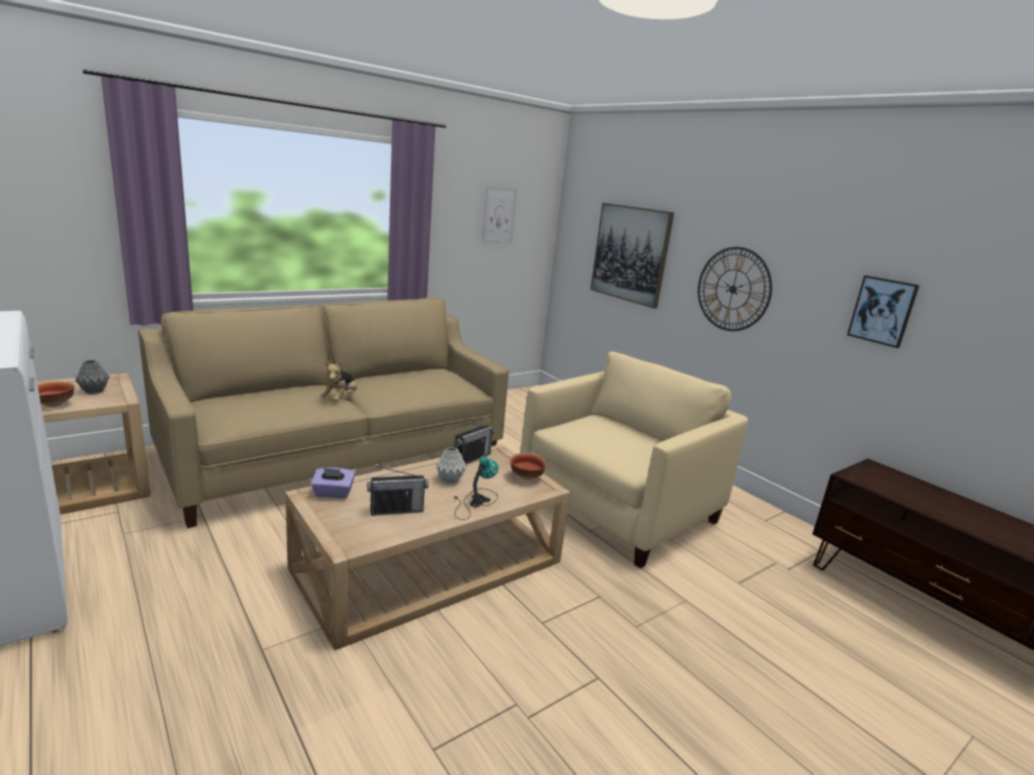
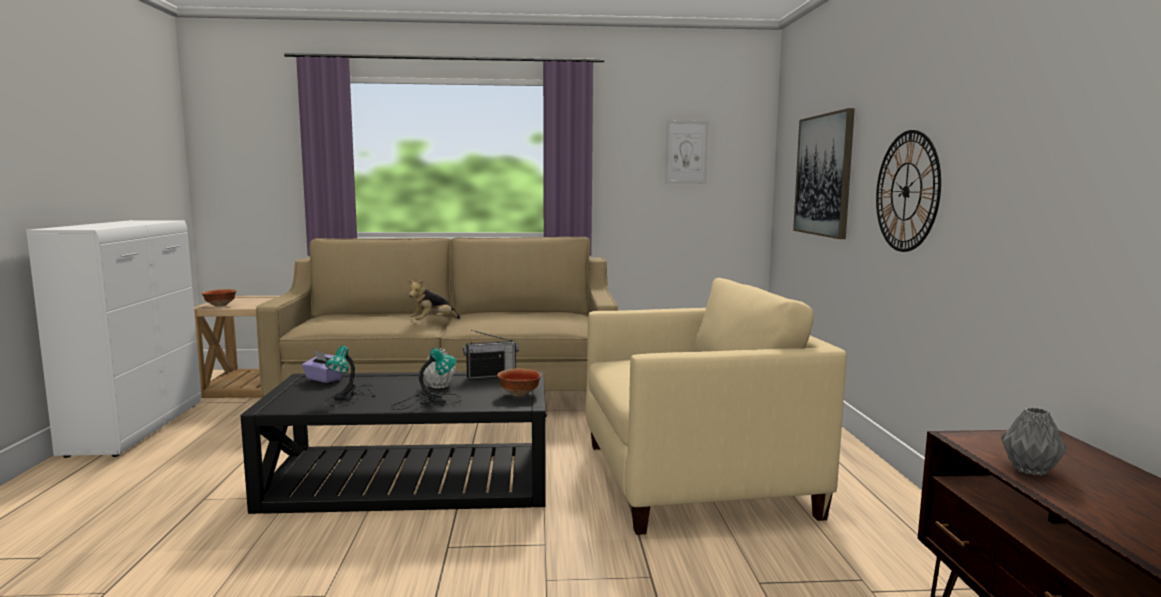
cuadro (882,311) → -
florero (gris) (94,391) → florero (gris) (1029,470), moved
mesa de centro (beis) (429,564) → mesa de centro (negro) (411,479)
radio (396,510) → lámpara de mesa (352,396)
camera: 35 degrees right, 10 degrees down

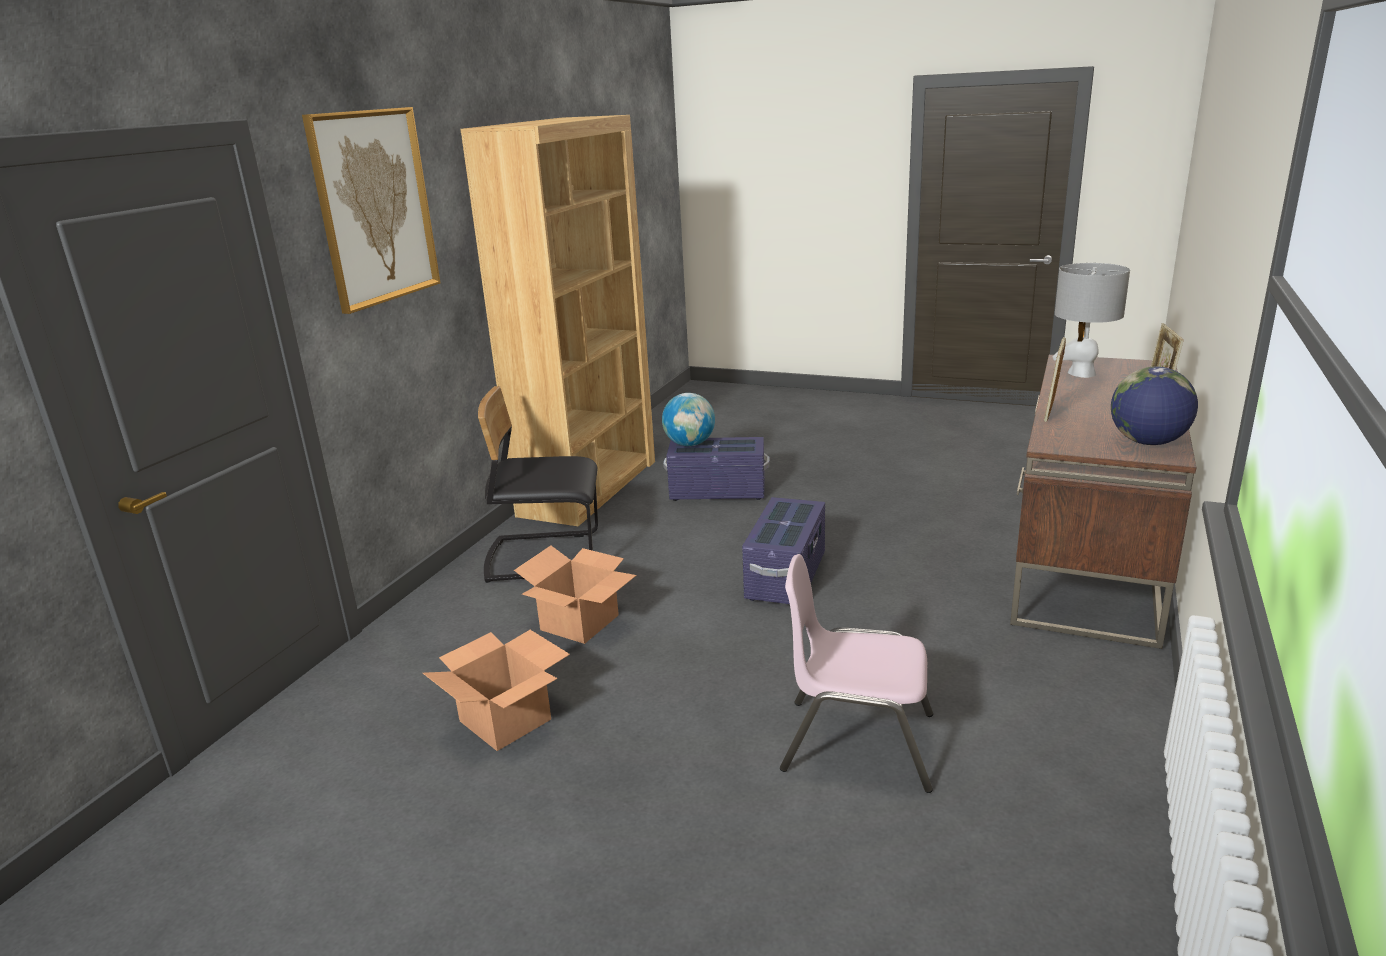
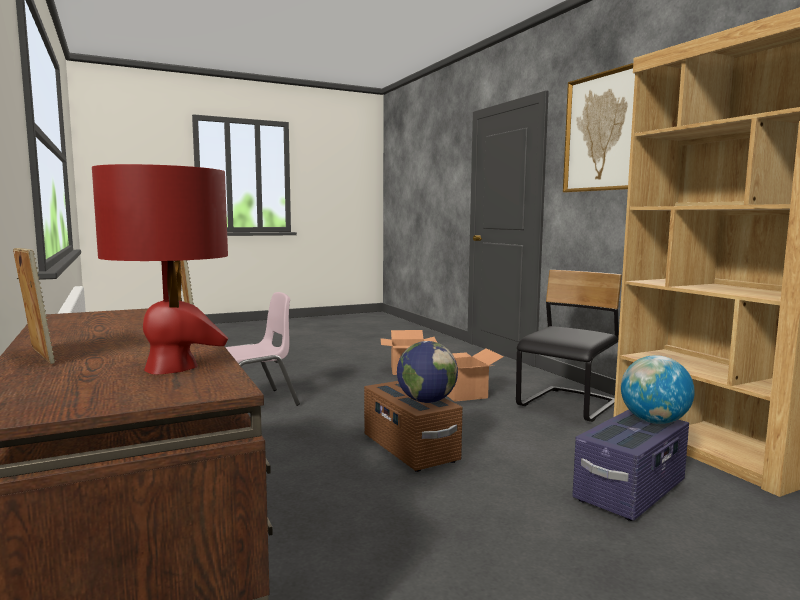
lámpara de mesa (gris) (1081,373) → lámpara de mesa (rojo) (171,368)
globo terráqueo (1148,442) → globo terráqueo (426,401), moved
caja de almacenaje (morado) (786,576) → caja de almacenaje (marrón) (410,449)
camera: 130 degrees right, 15 degrees down

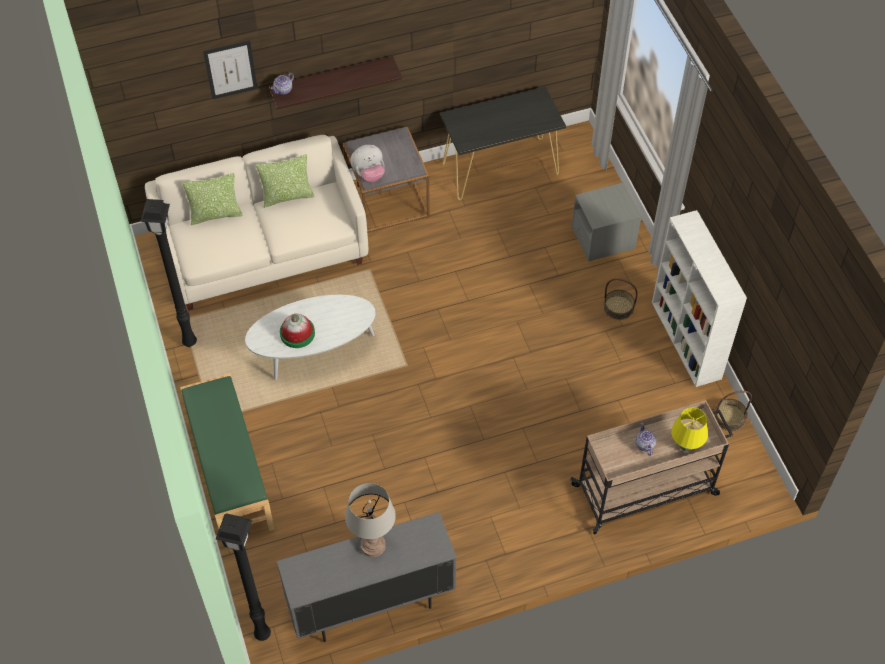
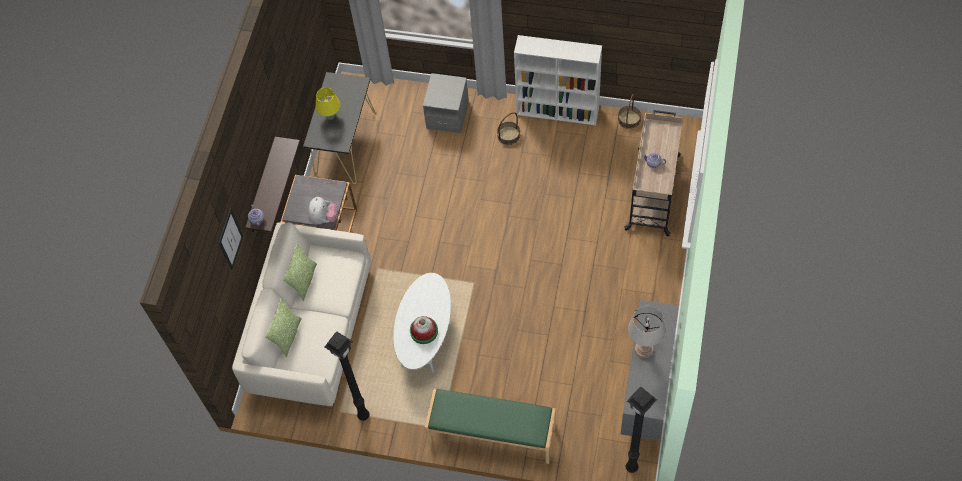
lámpara de mesa (amarillo) (685,446) → lámpara de mesa (amarillo) (330,116), moved
camera: 55 degrees left, 5 degrees up

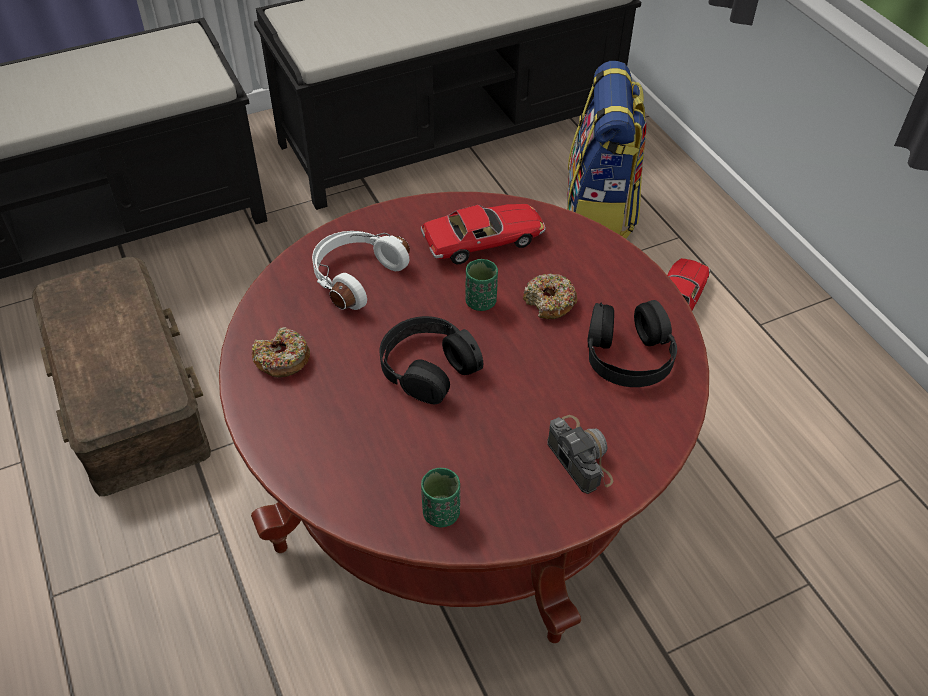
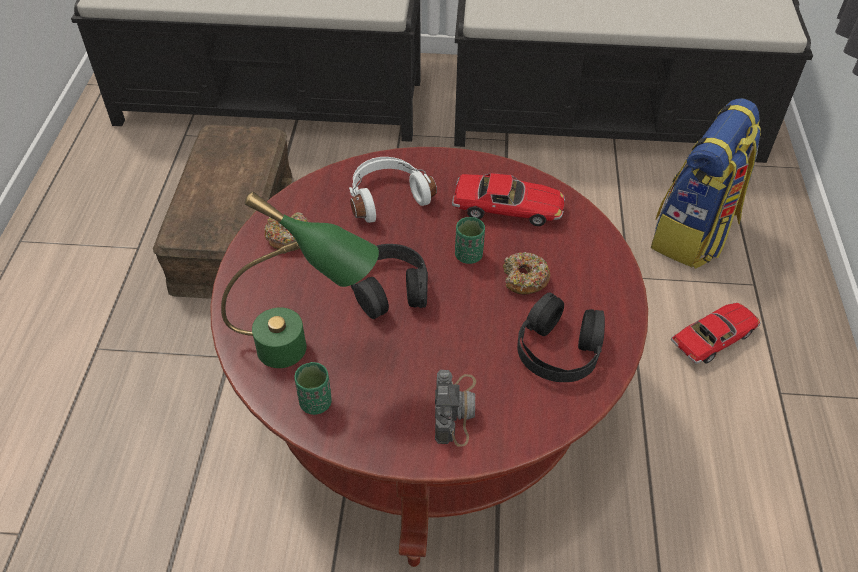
- → lámpara de mesa (verde) (305,351)
camera: 30 degrees right, 0 degrees up

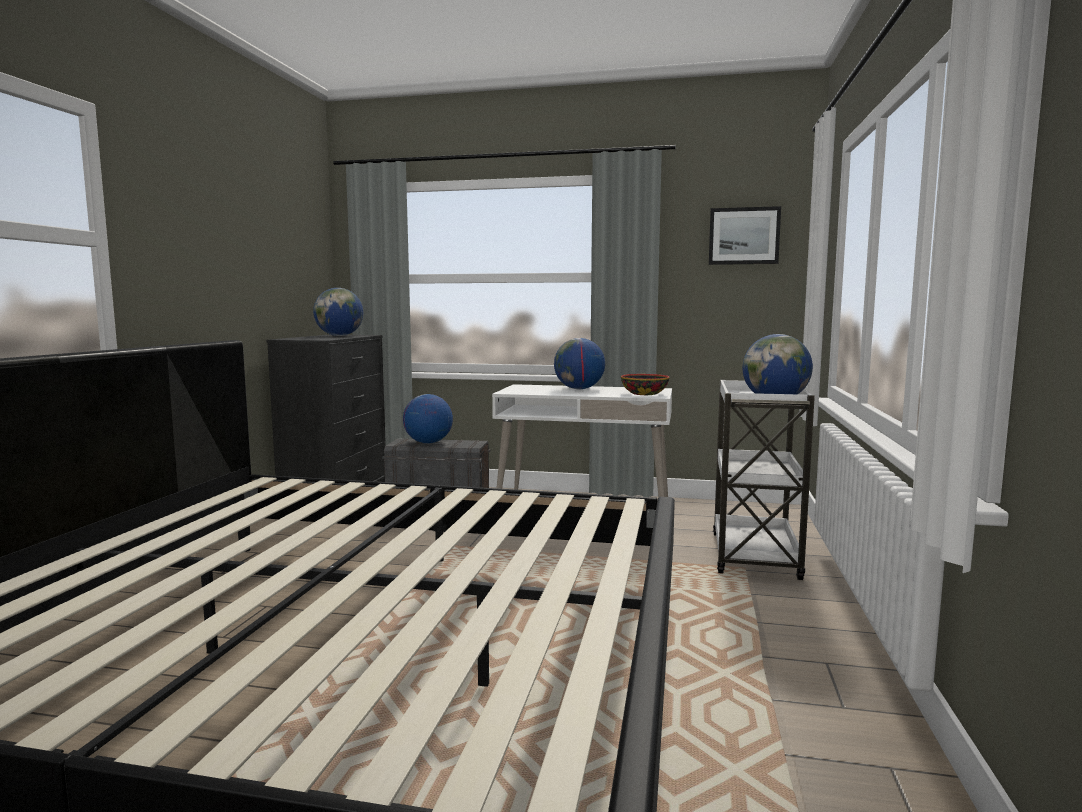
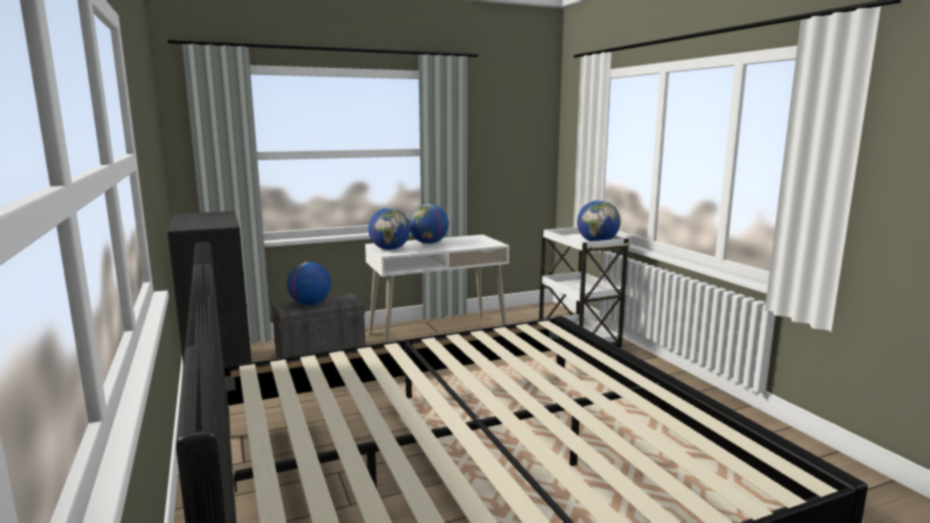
cuadro (744,236) → -
globo terráqueo (339,336) → globo terráqueo (390,249), moved
cuenco (644,394) → -
camera: 35 degrees left, 5 degrees up

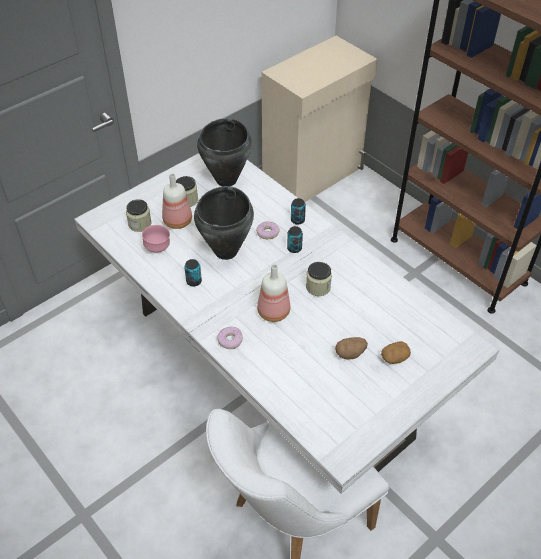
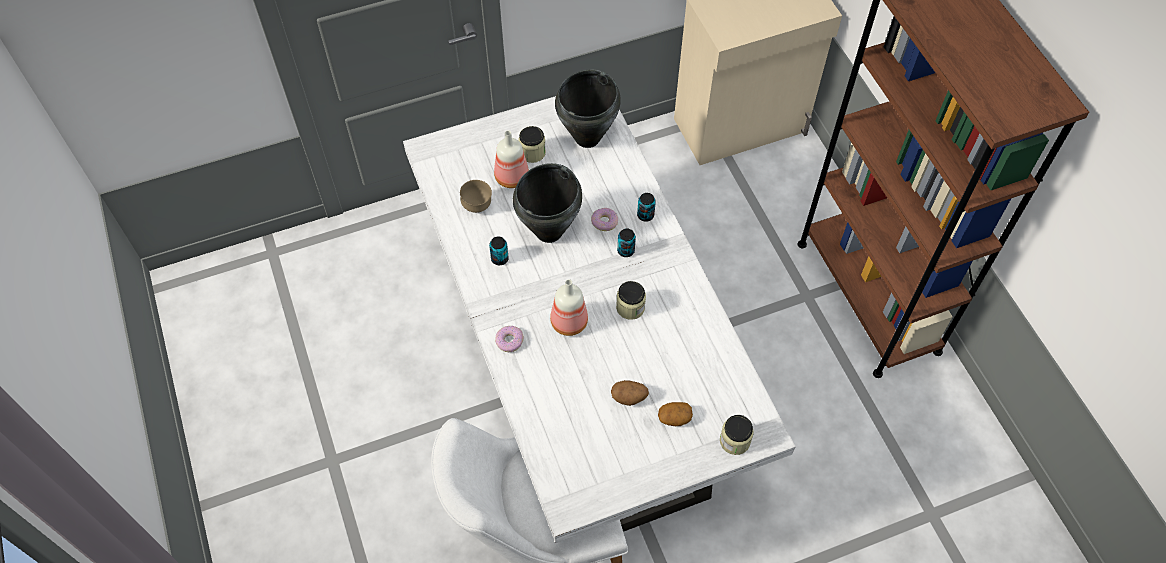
tarro (140,224) → tarro (734,441), moved
cuenco (rosa) (158,248) → cuenco (marrón) (477,206)
camera: 20 degrees right, 10 degrees up

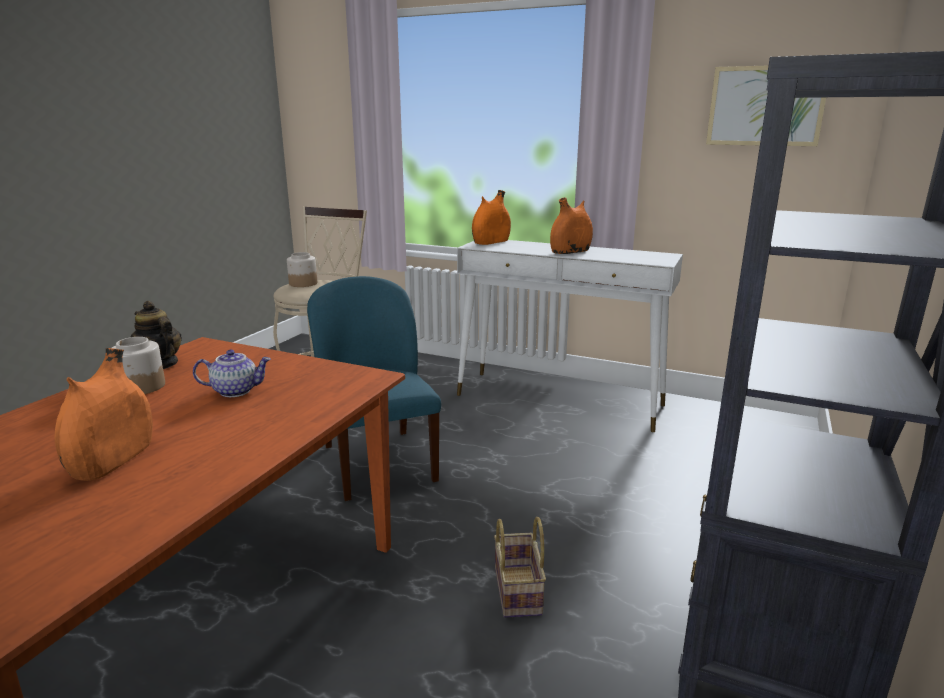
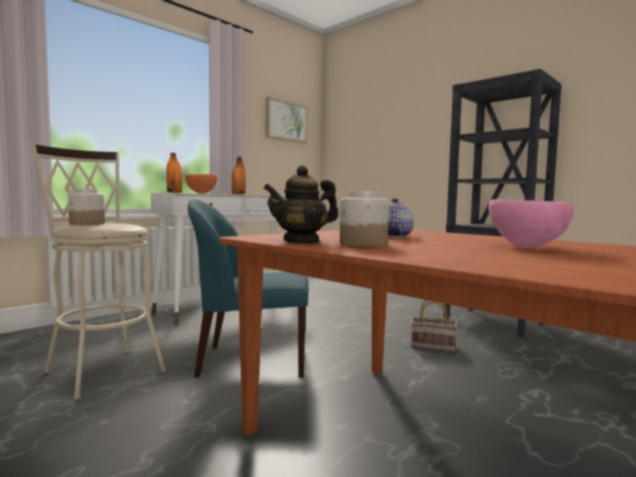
florero (naranja) (113,460) → cuenco (rosa) (526,247)
- → cuenco (naranja) (201,193)
camera: 70 degrees left, 15 degrees down

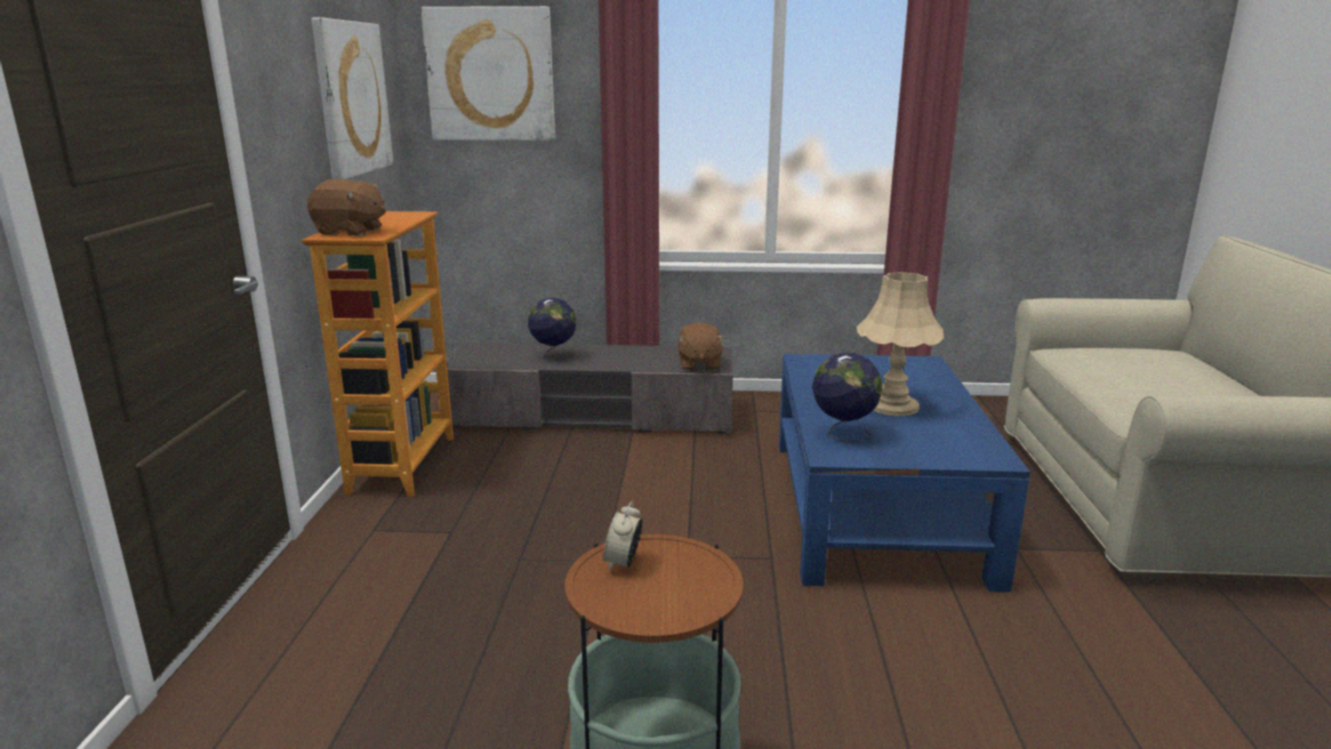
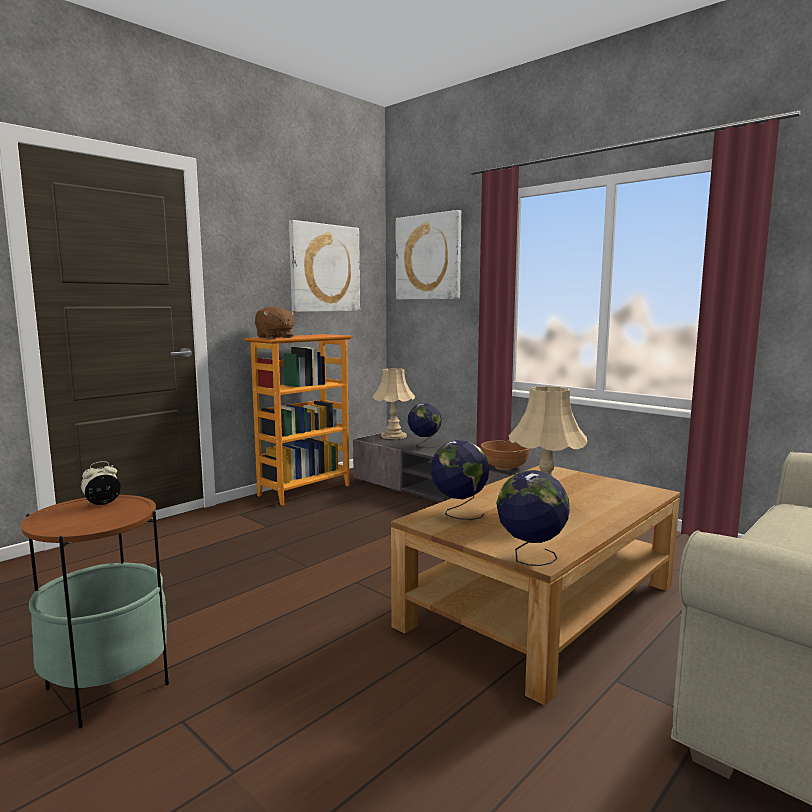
peluche (marrón) (699,365) → cuenco (marrón) (504,467)
mesa de centro (azul) (876,507) → mesa de centro (marrón) (541,605)
- → lámpara de mesa (beis) (393,436)
- → globo terráqueo (530,558)
camera: 40 degrees right, 10 degrees down

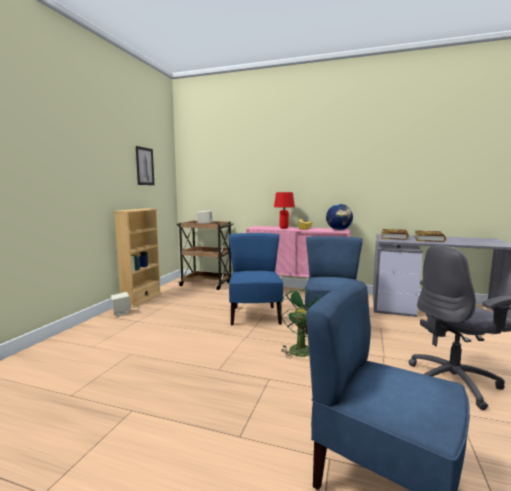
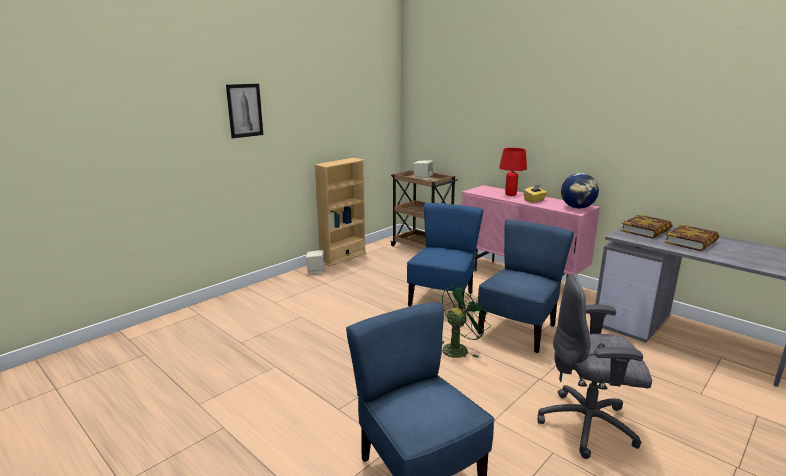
cuadro (145,166) → cuadro (245,110), moved
camera: 25 degrees right, 10 degrees up

